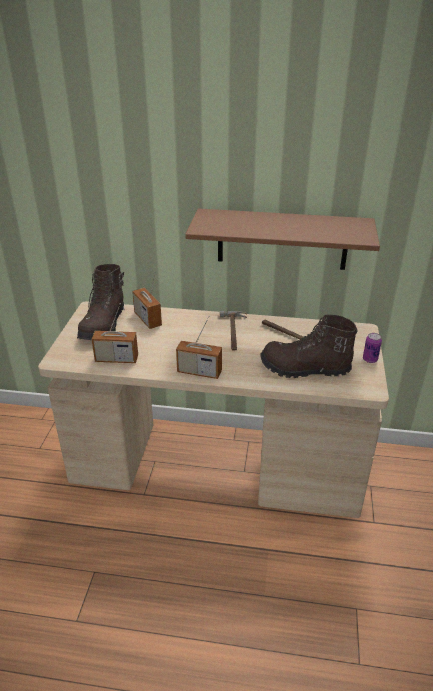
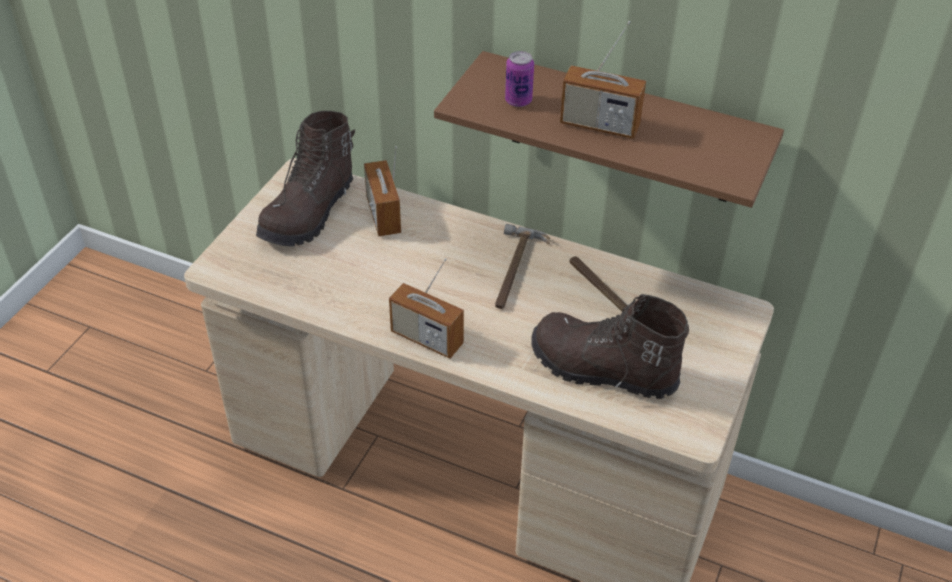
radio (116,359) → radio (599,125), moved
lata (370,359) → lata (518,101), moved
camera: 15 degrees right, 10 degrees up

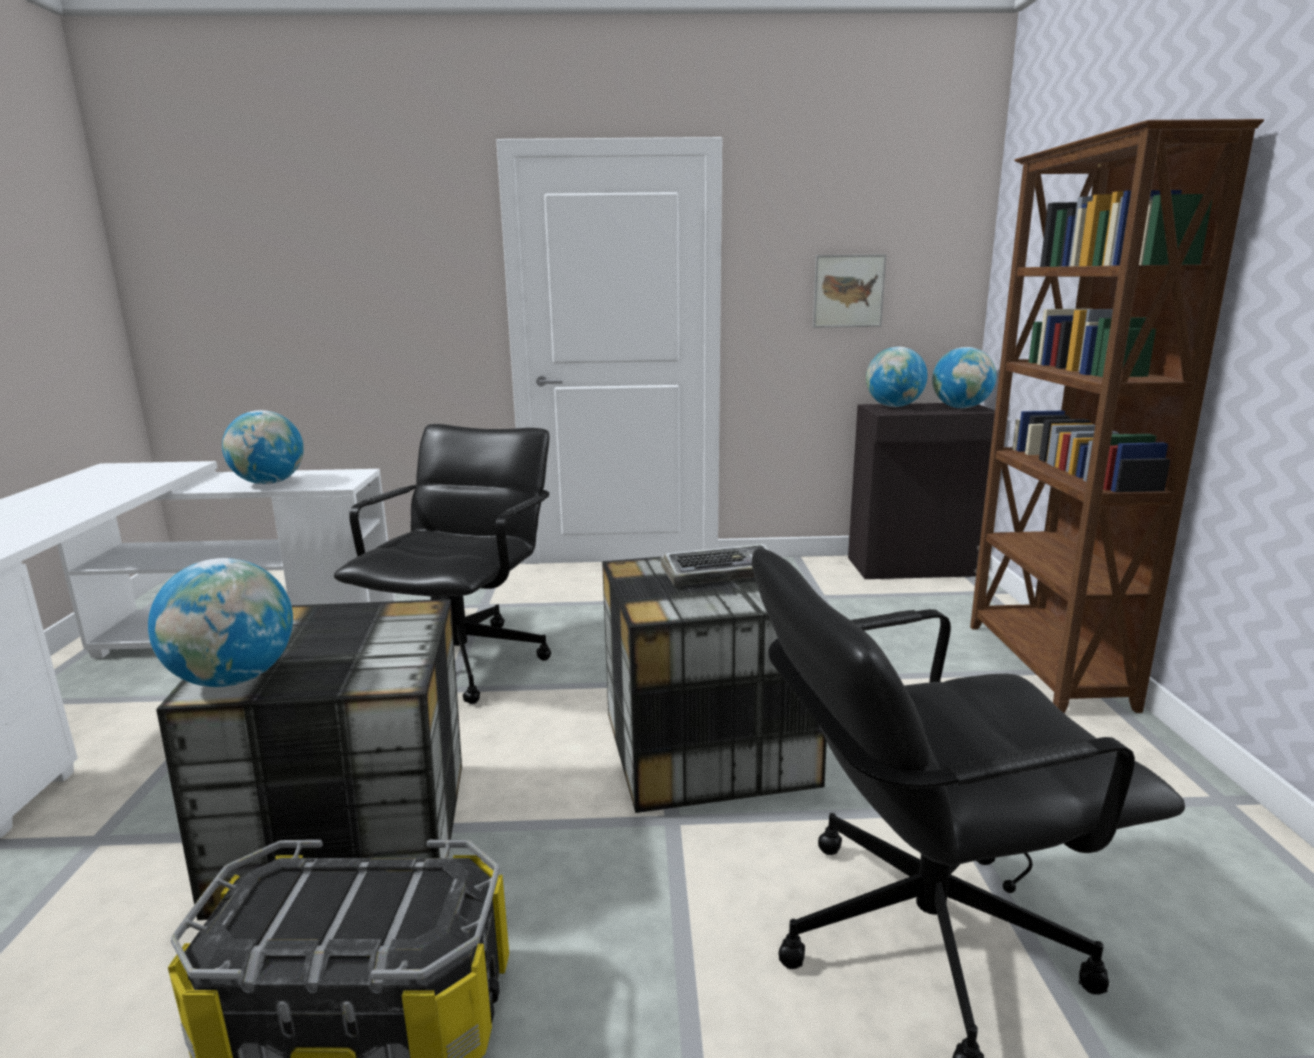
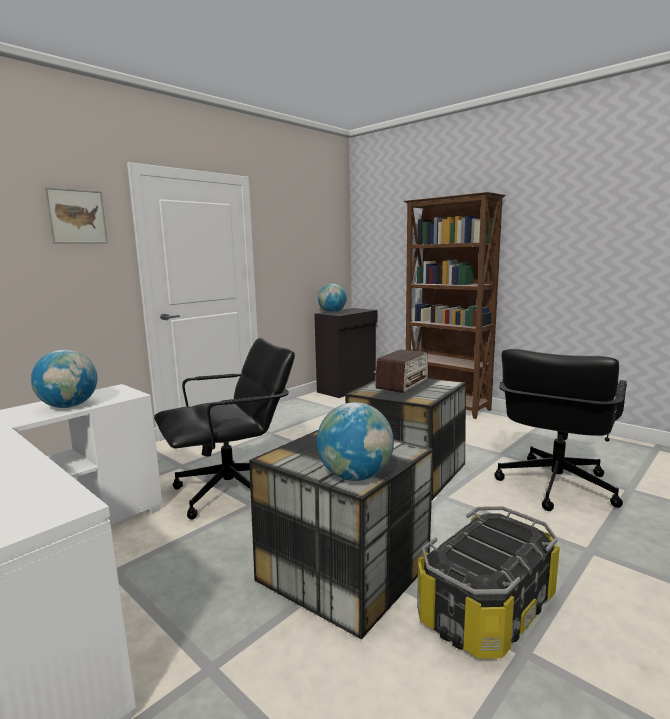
cuadro (848,291) → cuadro (77,216), moved
globo terráqueo (961,408) → -
silla de oficina (negro) (463,661) → silla de oficina (negro) (231,491), 90 degrees clockwise
teclado (720,573) → radio (402,384)
camera: 45 degrees left, 5 degrees down

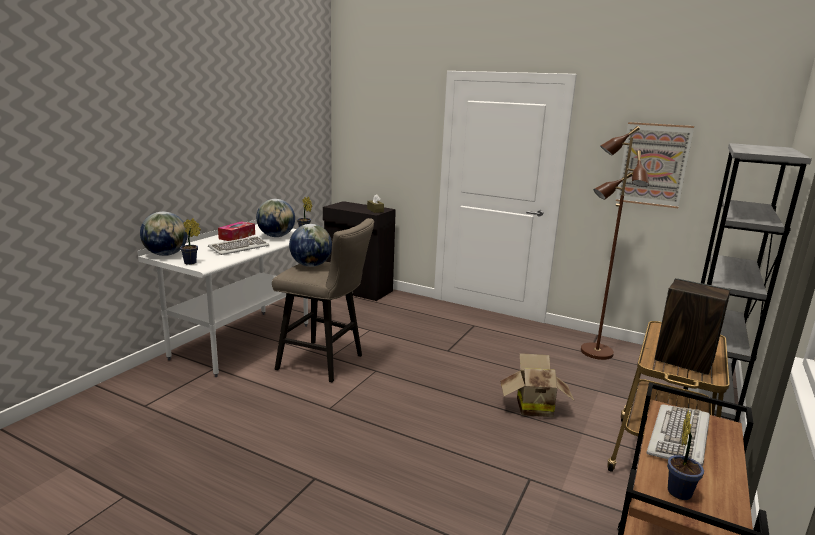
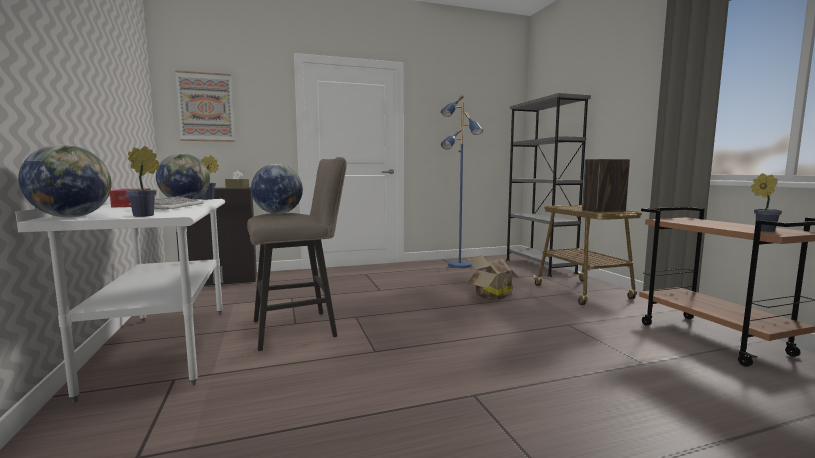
cuadro (653,164) → cuadro (206,107), moved
lámpara de pie (marrón) (595,352) → lámpara de pie (azul) (459,265)
teclado (680,438) → -
camera: 45 degrees left, 10 degrees down

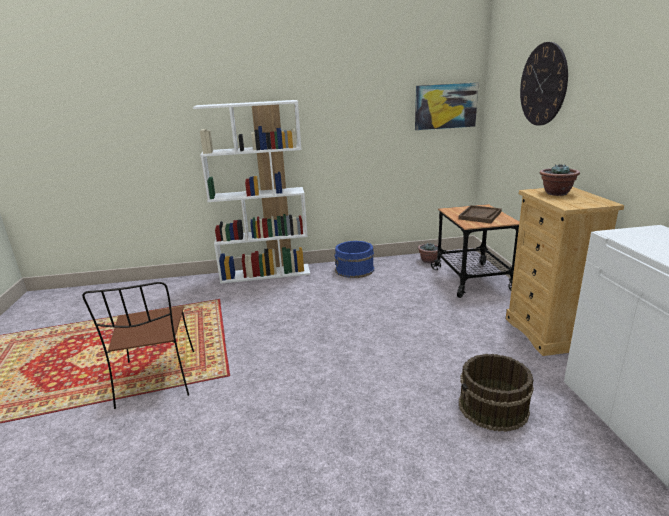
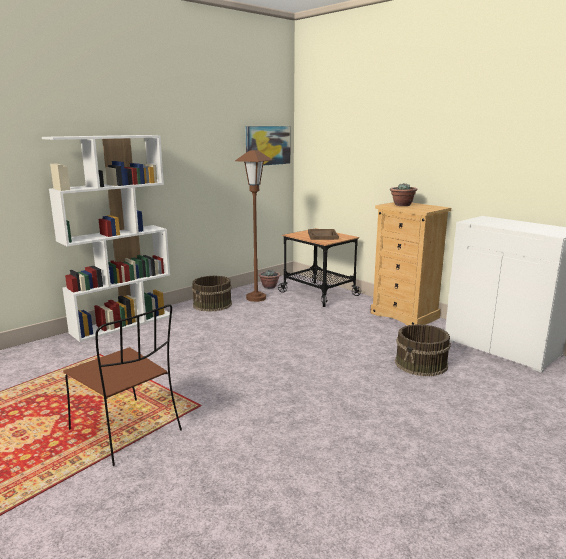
reloj de pared (543,84) → -
cubo (azul) (354,270) → cubo (marrón) (212,304)
- → lámpara de pie (marrón) (256,298)
camera: 35 degrees left, 5 degrees down

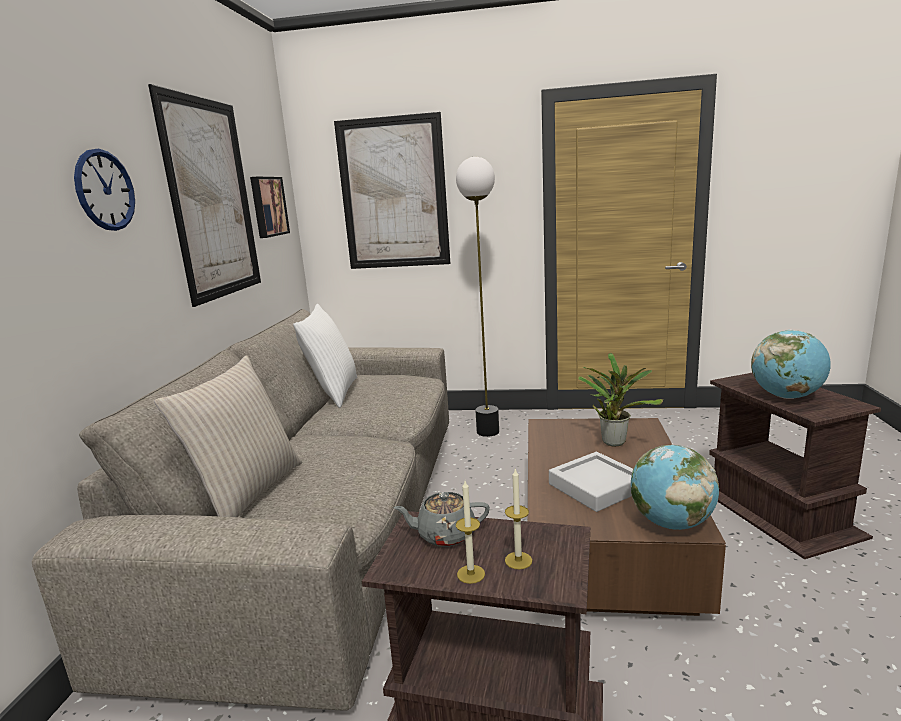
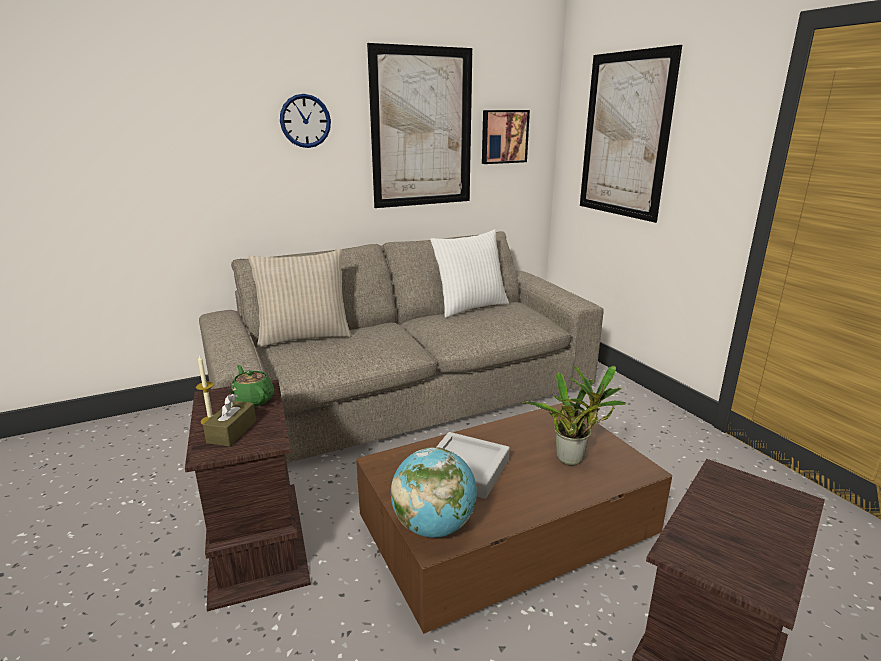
lámpara de pie (488,431) → -
globo terráqueo (786,396) → -
vela (518,560) → caja de pañuelos (marrón) (232,431)
tetera (gris) (445,535) → tetera (verde) (253,400)
camera: 55 degrees right, 5 degrees up

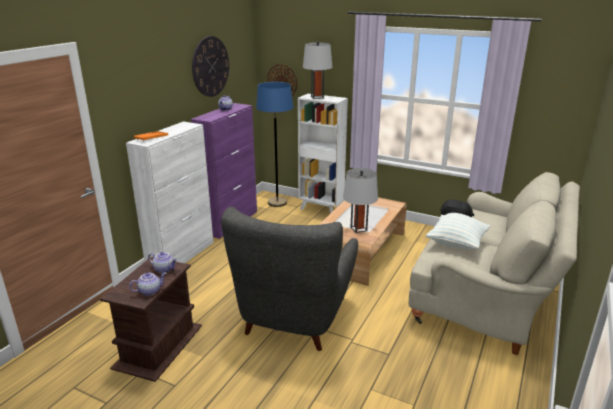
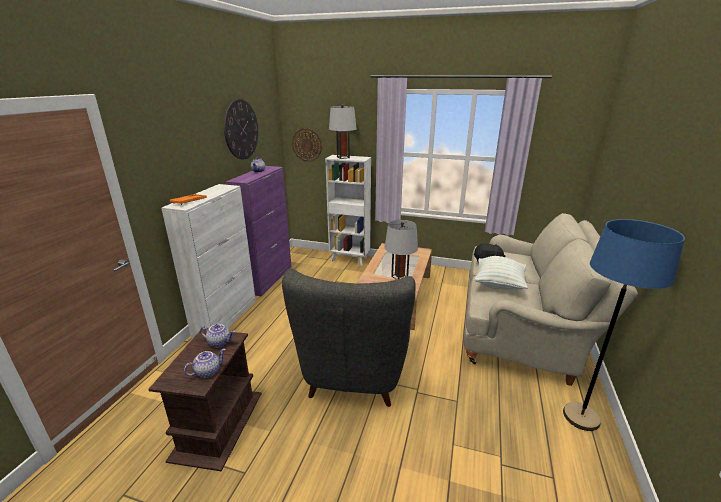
lámpara de pie (azul) (277,203) → lámpara de pie (azul) (581,417), moved
camera: 10 degrees left, 0 degrees up

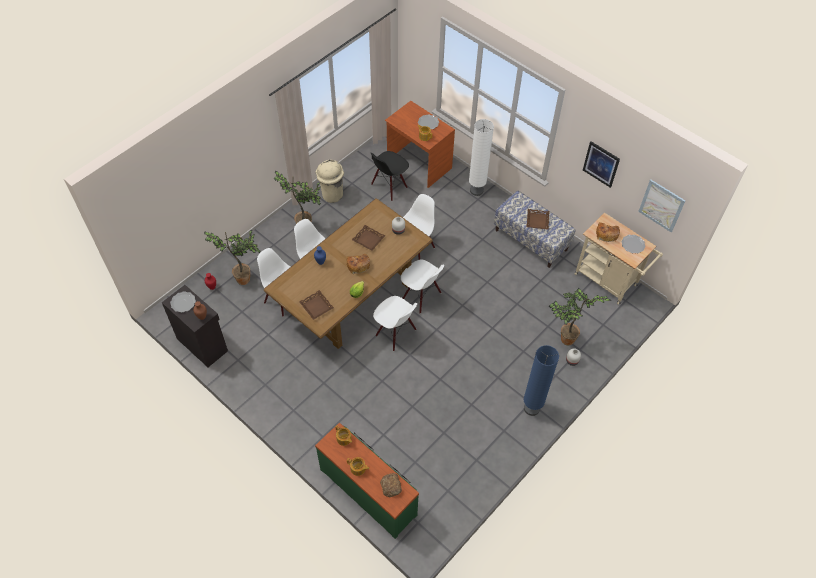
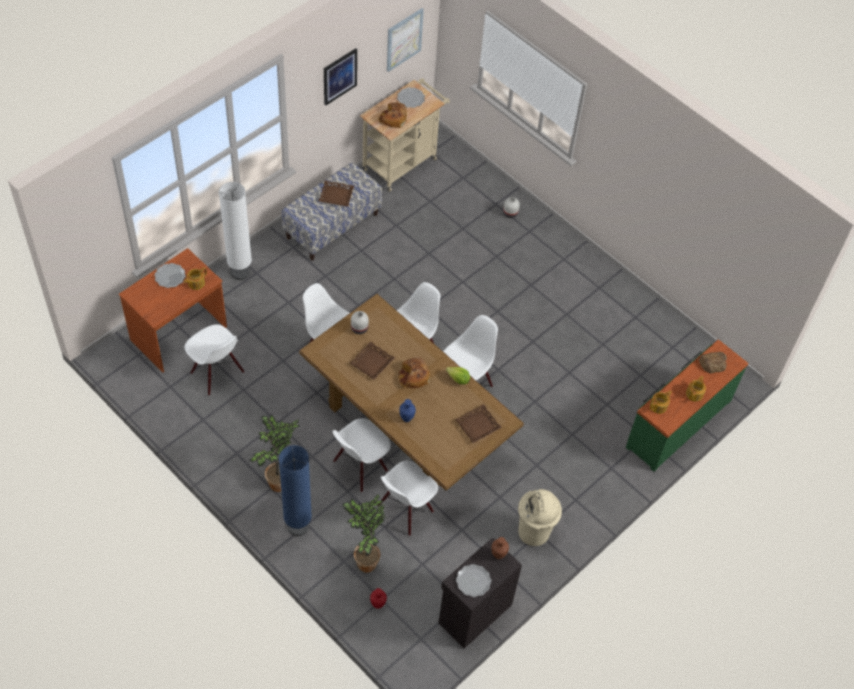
silla (negro) (389,186) → silla (blanco) (216,373)
papelera (beis) (332,195) → papelera (beis) (534,533), moved
planta en maceta (565,340) → -
lámpara de pie (azul) (531,408) → lámpara de pie (azul) (298,526), moved
camera: 90 degrees left, 0 degrees up

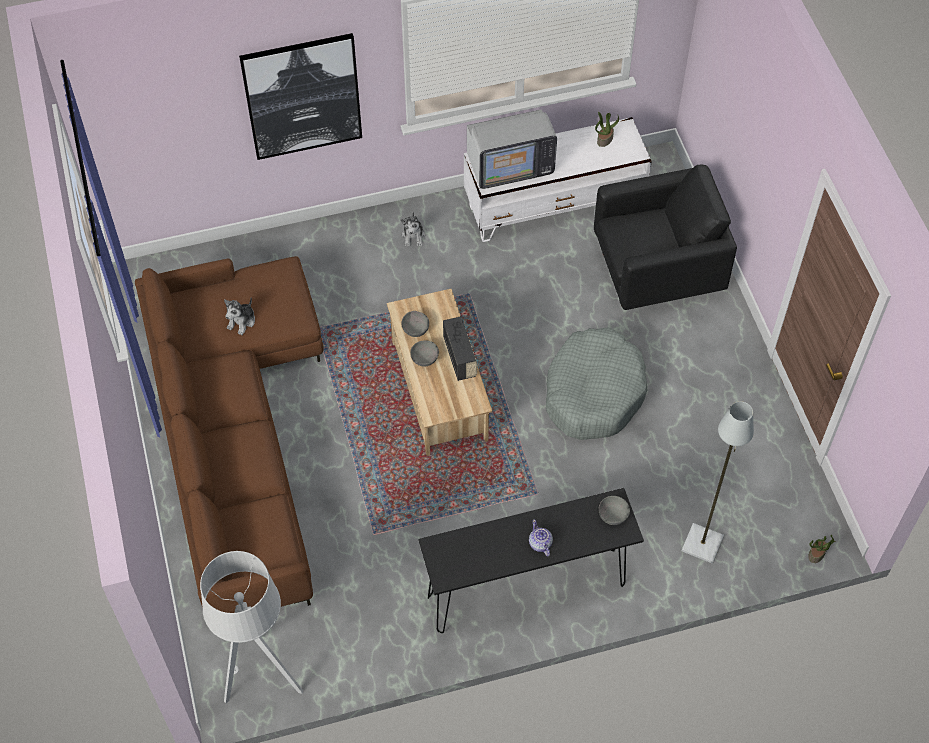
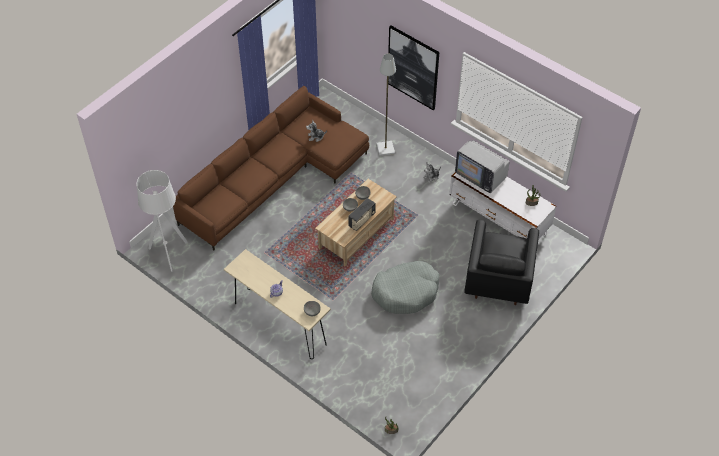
sillón (negro) (656,271) → sillón (negro) (498,279), 60 degrees clockwise
lámpara de pie (gris) (703,543) → lámpara de pie (gris) (386,149), moved
mesa consola (negro) (526,591) → mesa consola (beis) (280,323)
camera: 55 degrees right, 5 degrees down

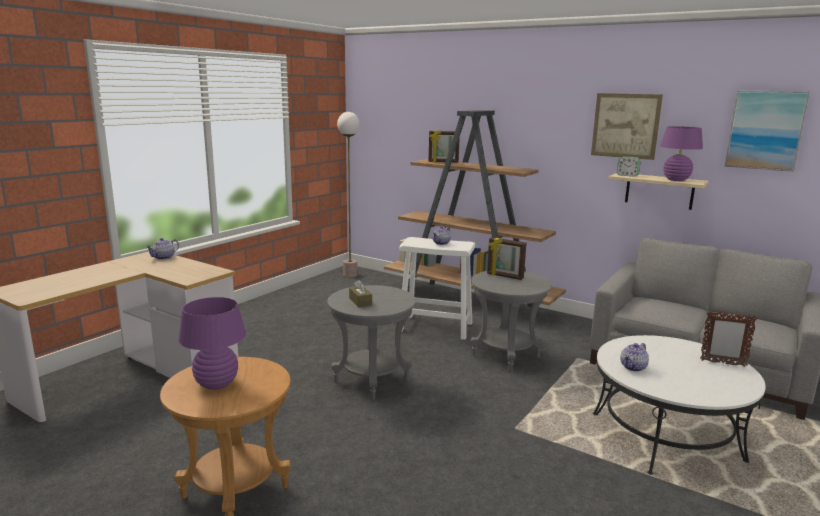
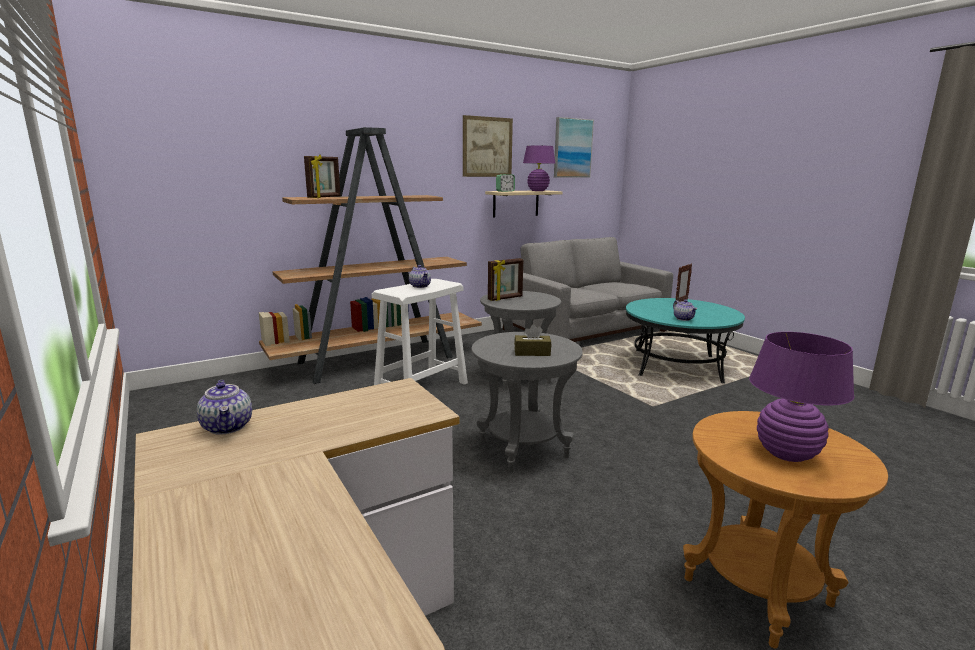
lámpara de pie (350,275) → -
mesa de centro (blanco) (665,437) → mesa de centro (turquesa) (676,366)
camera: 65 degrees left, 0 degrees up

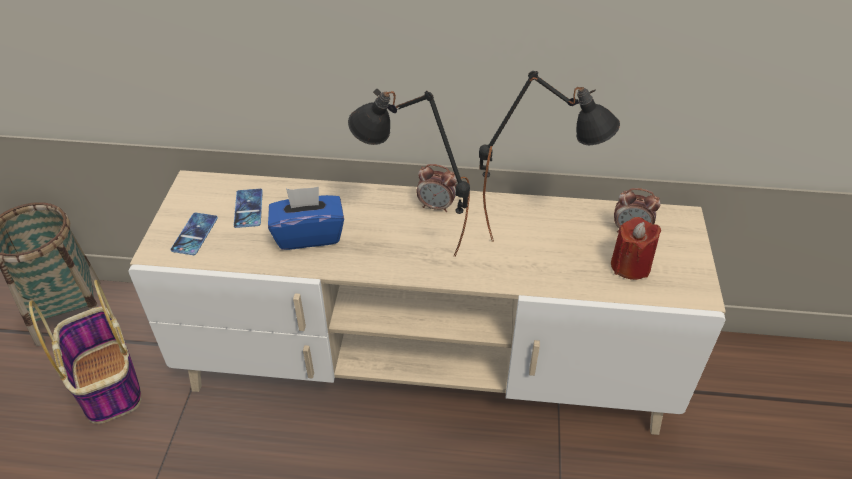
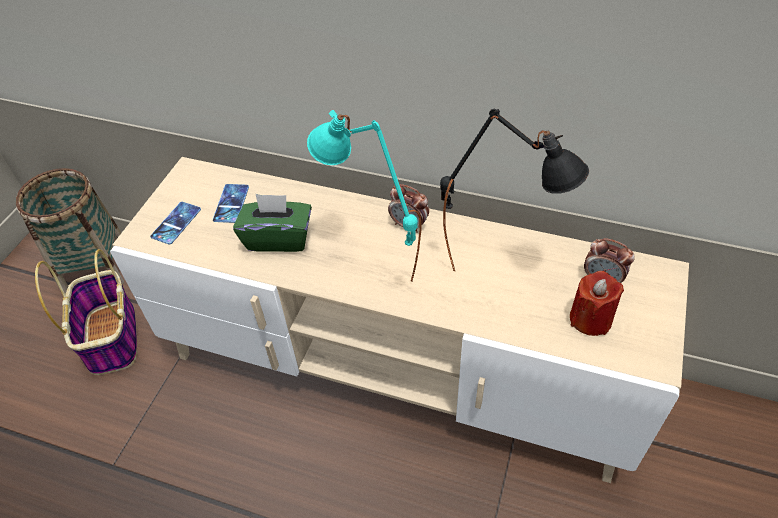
lámpara de mesa (negro) (411,248) → lámpara de mesa (turquesa) (371,266)
caja de pañuelos (azul) (309,235) → caja de pañuelos (verde) (278,238)
camera: 15 degrees right, 5 degrees up

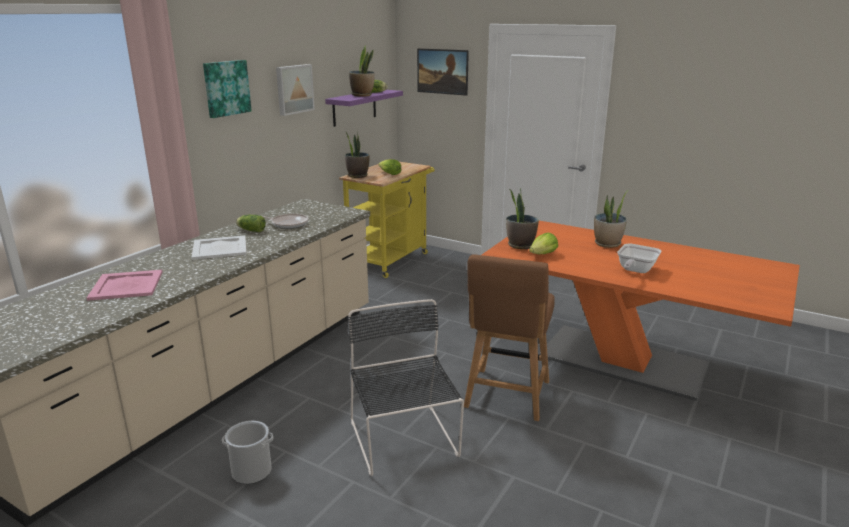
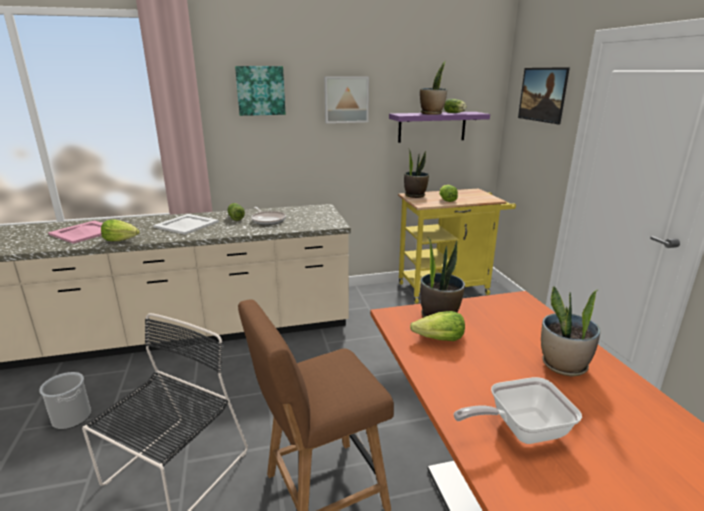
- → lechuga (121,240)
camera: 45 degrees right, 0 degrees up

